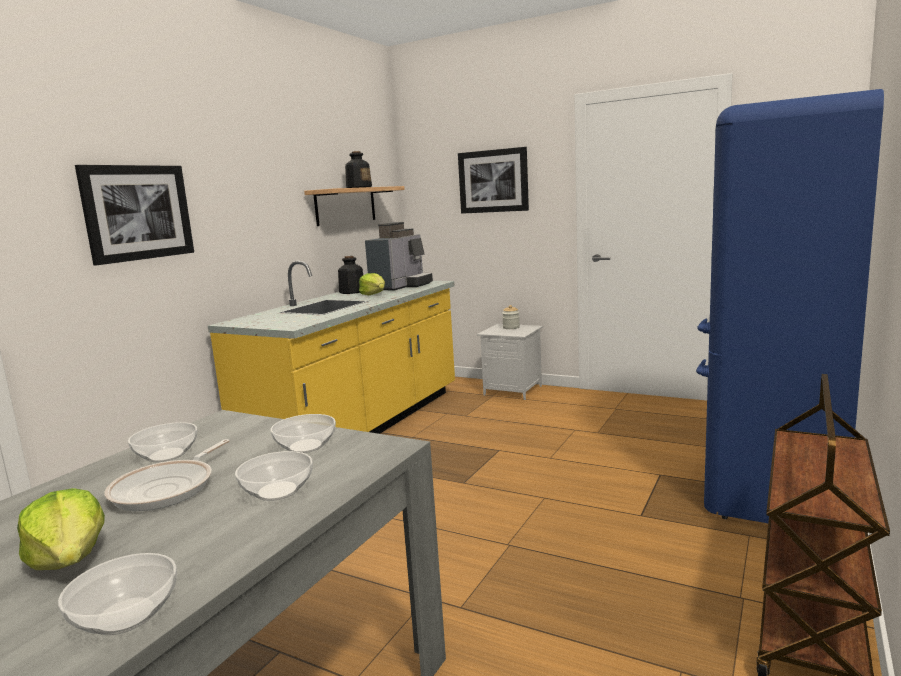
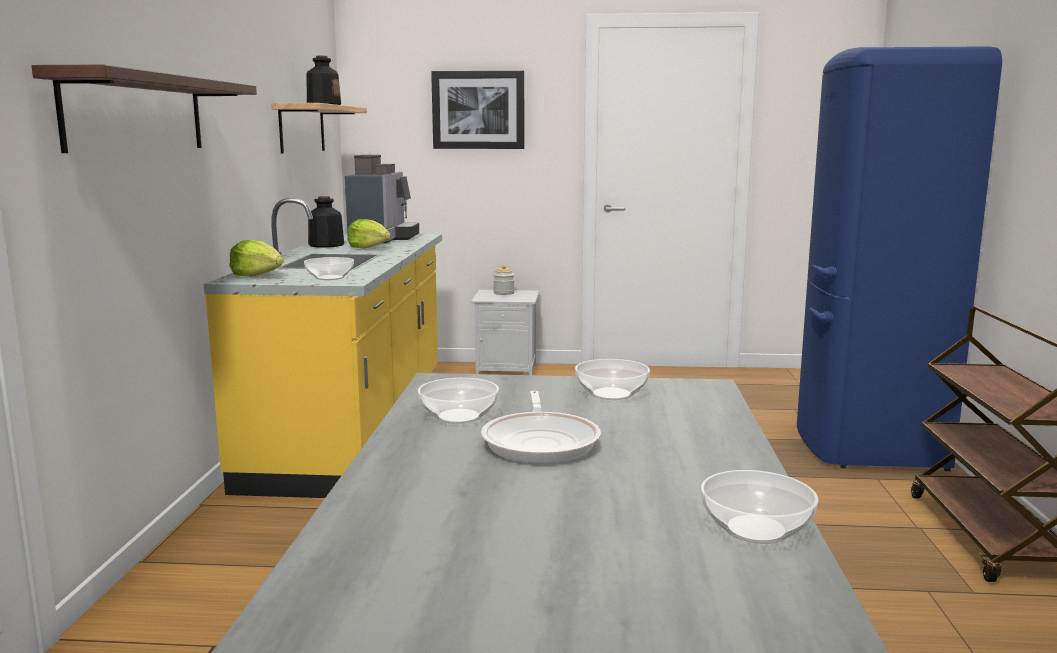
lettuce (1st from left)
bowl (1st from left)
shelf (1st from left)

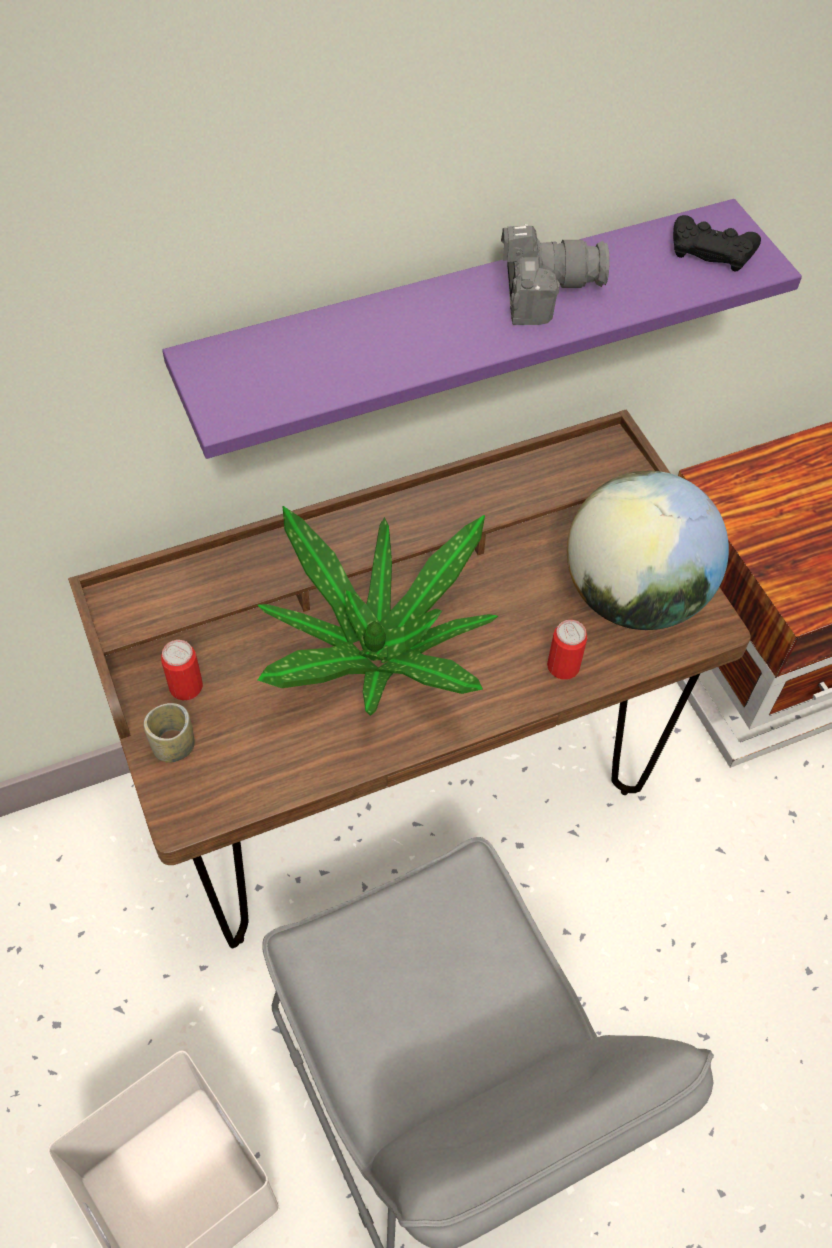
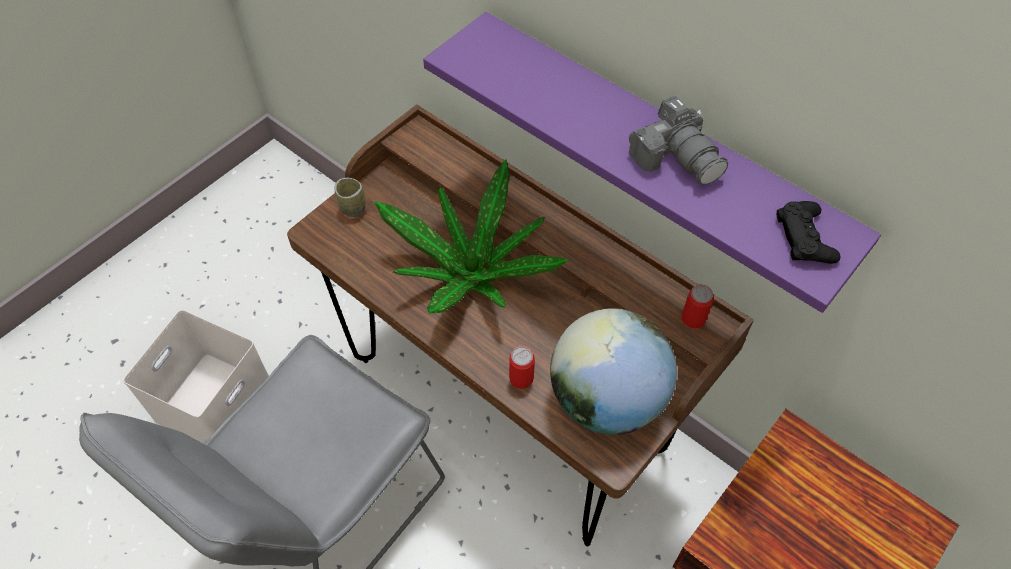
can (2nd from left)

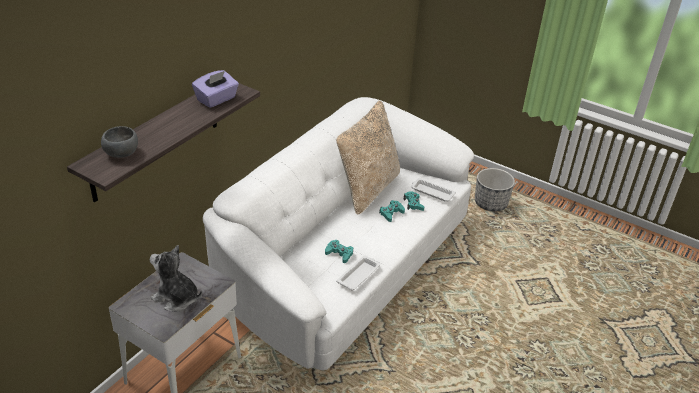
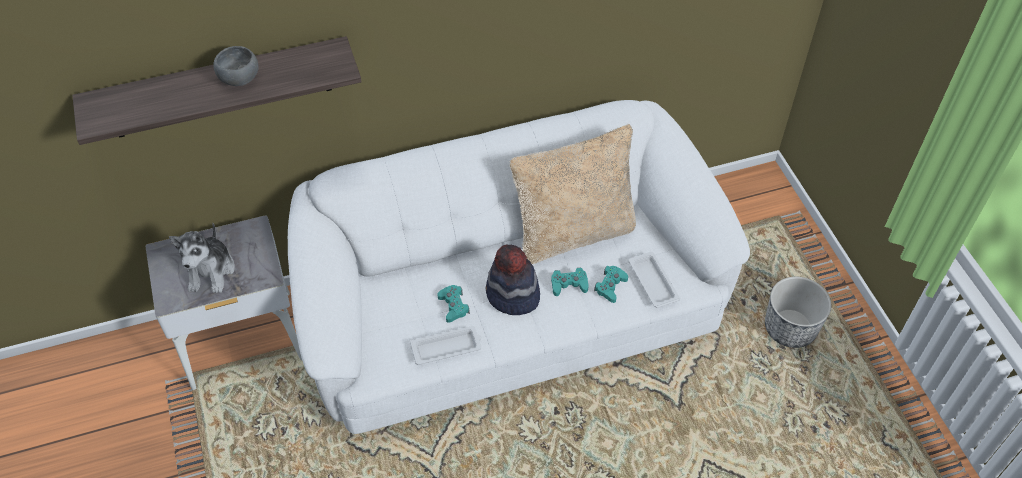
purple tissue box
hat
grey bowl
plush toy

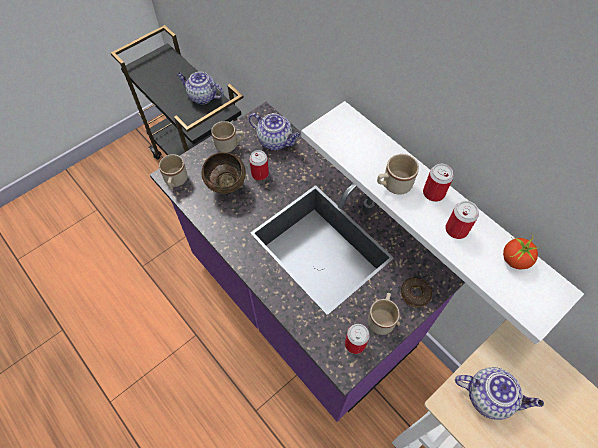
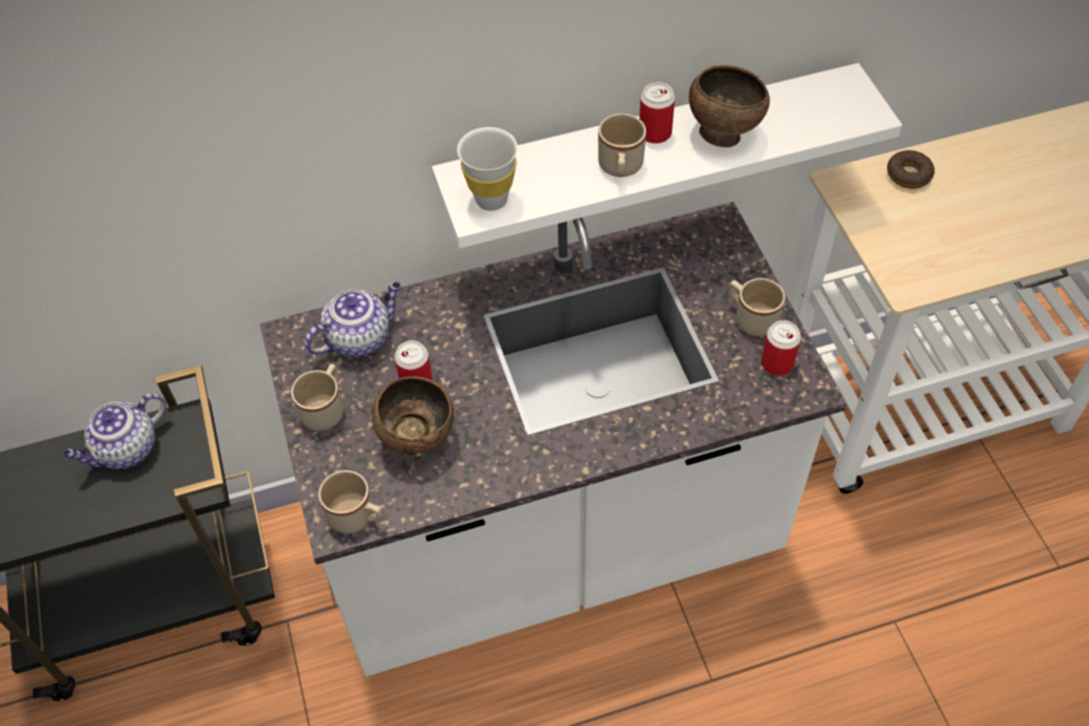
teapot (3rd from left in the first image)
tomato
white cup
donut
brown bowl (2nd from left)
white counter

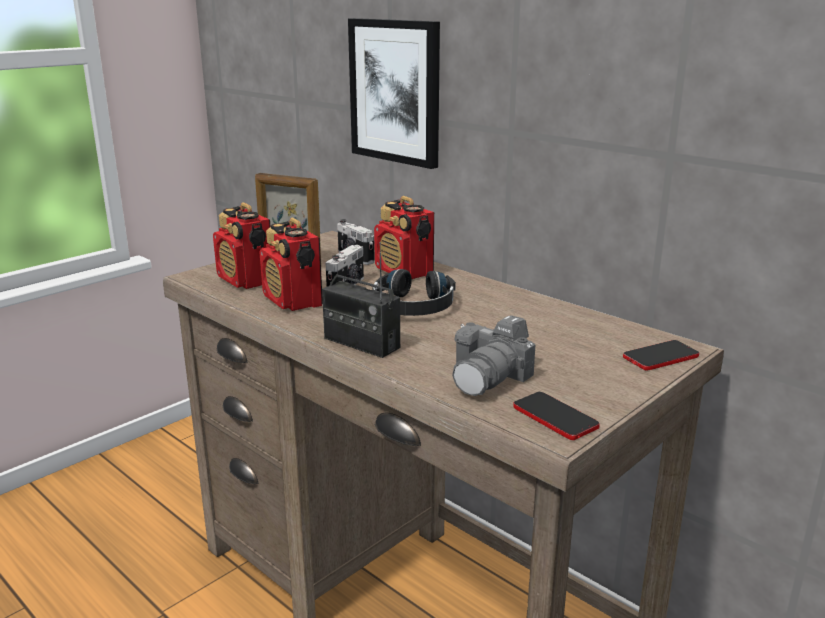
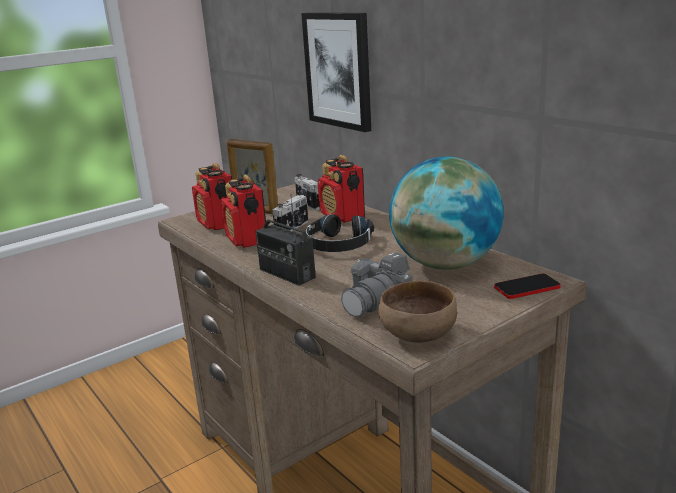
globe
brown bowl

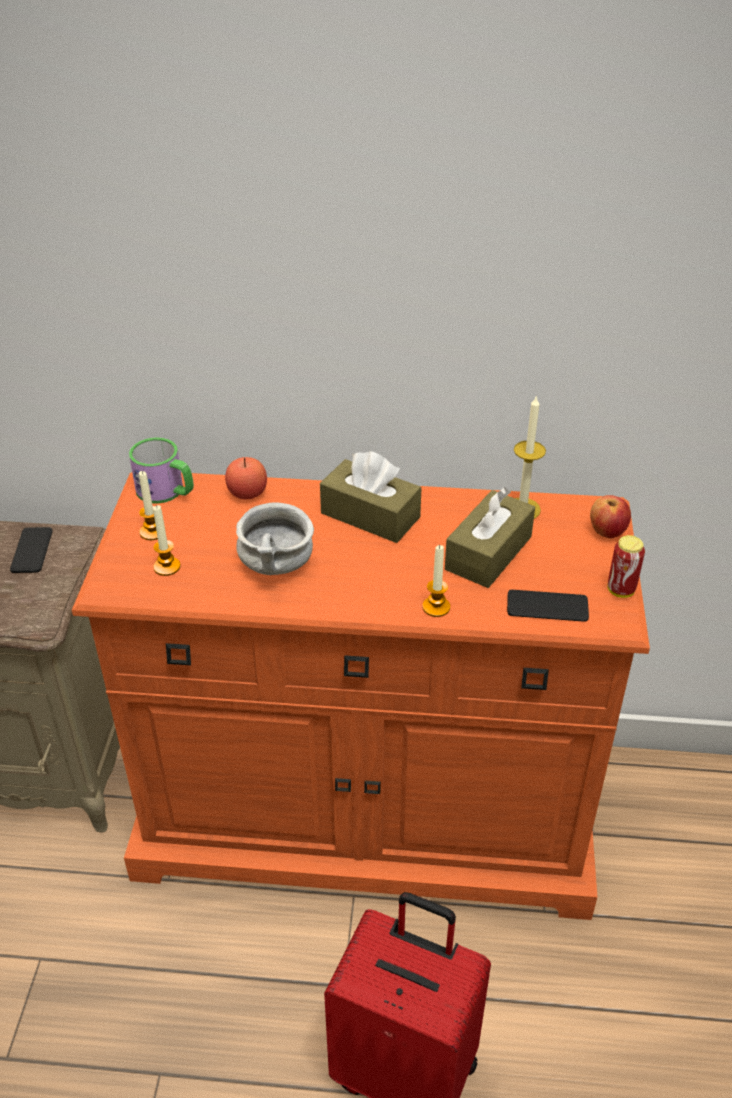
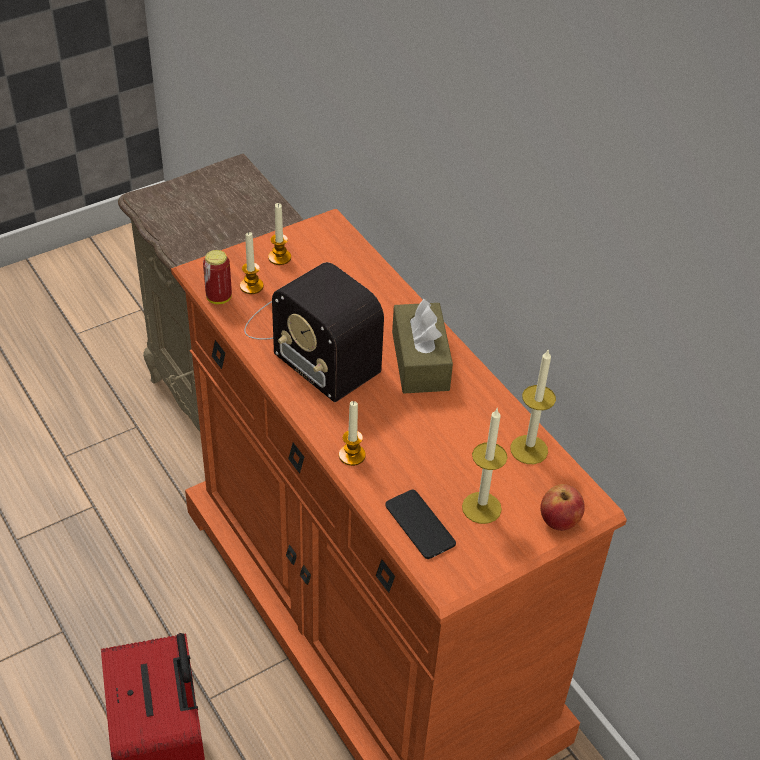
phone (1st from left in the first image)
mug
apple (1st from left in the first image)
brown tissue box (2nd from left in the first image)
candle (4th from left)
can
radio

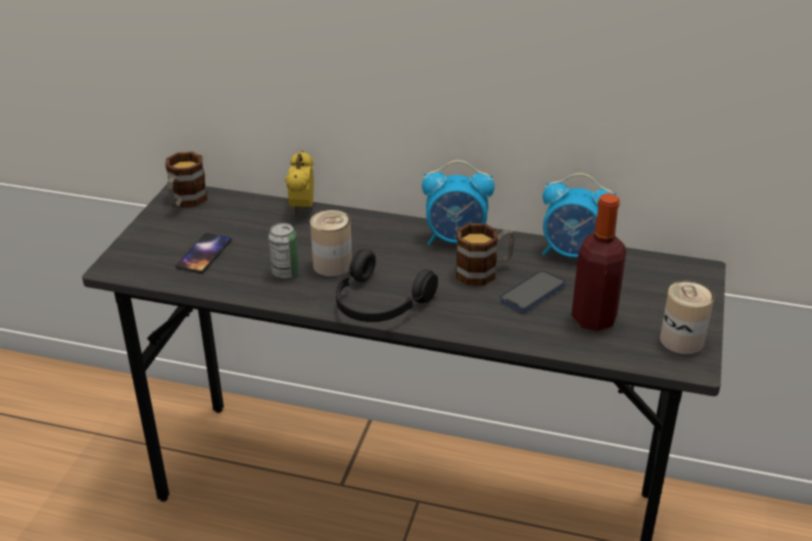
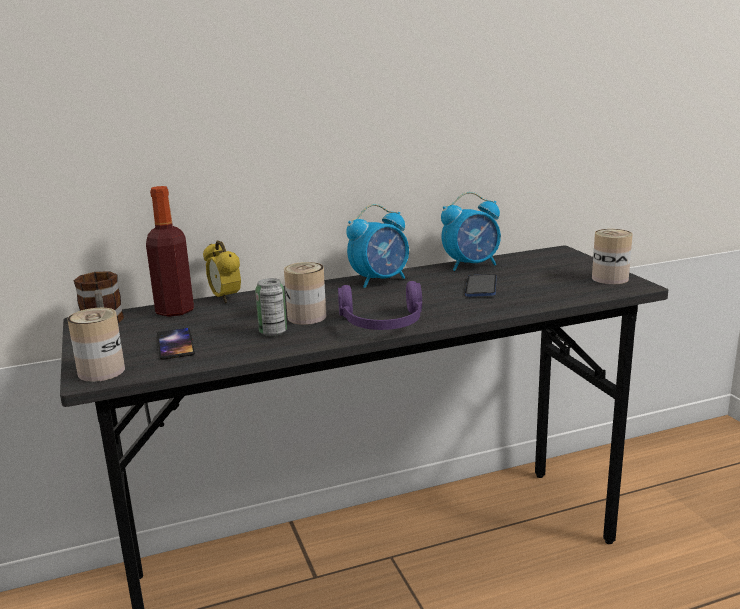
mug (2nd from left in the first image)
can (1st from left)
bottle
purple headphones

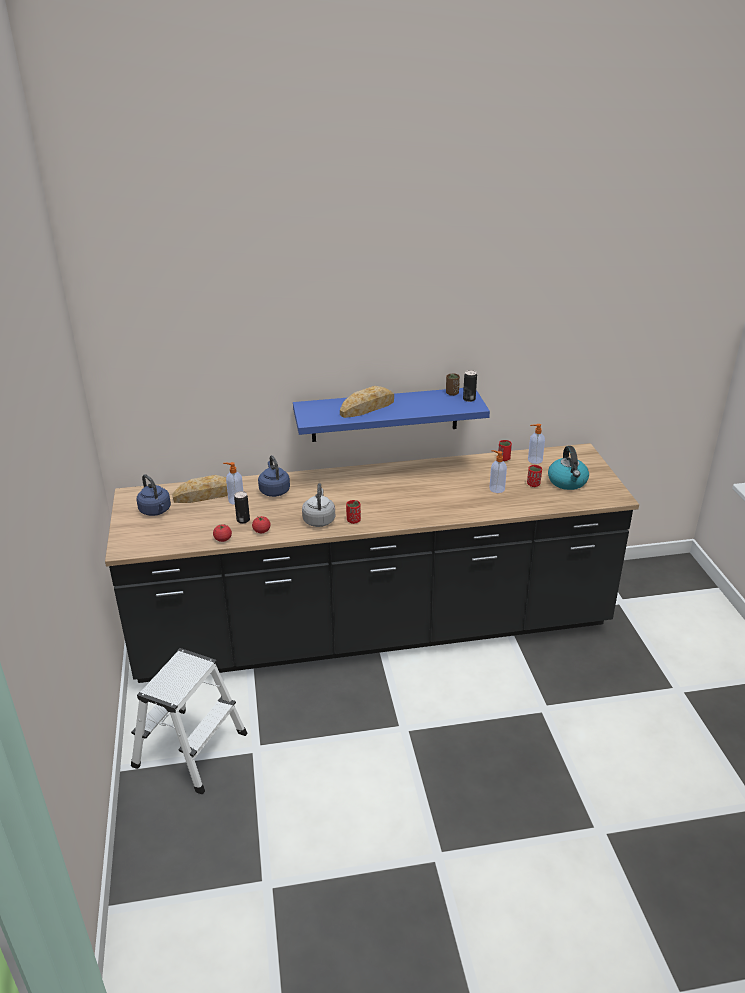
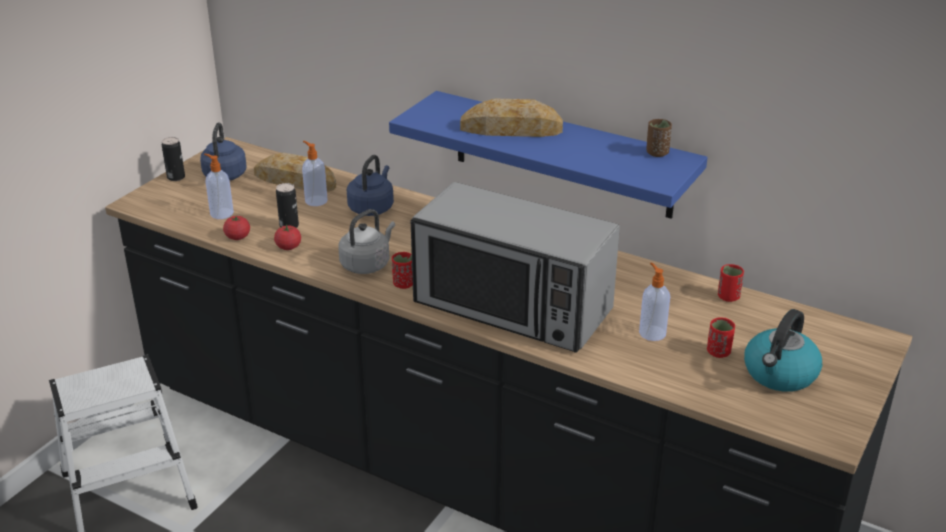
microwave
can (1st from left)
soap dispenser (1st from left)

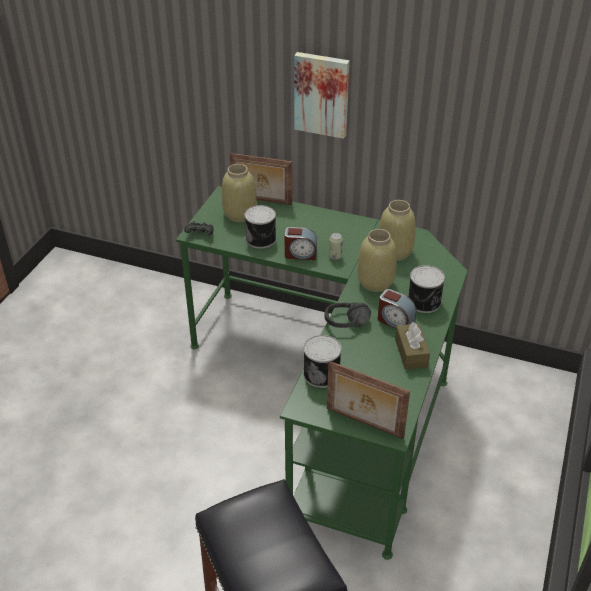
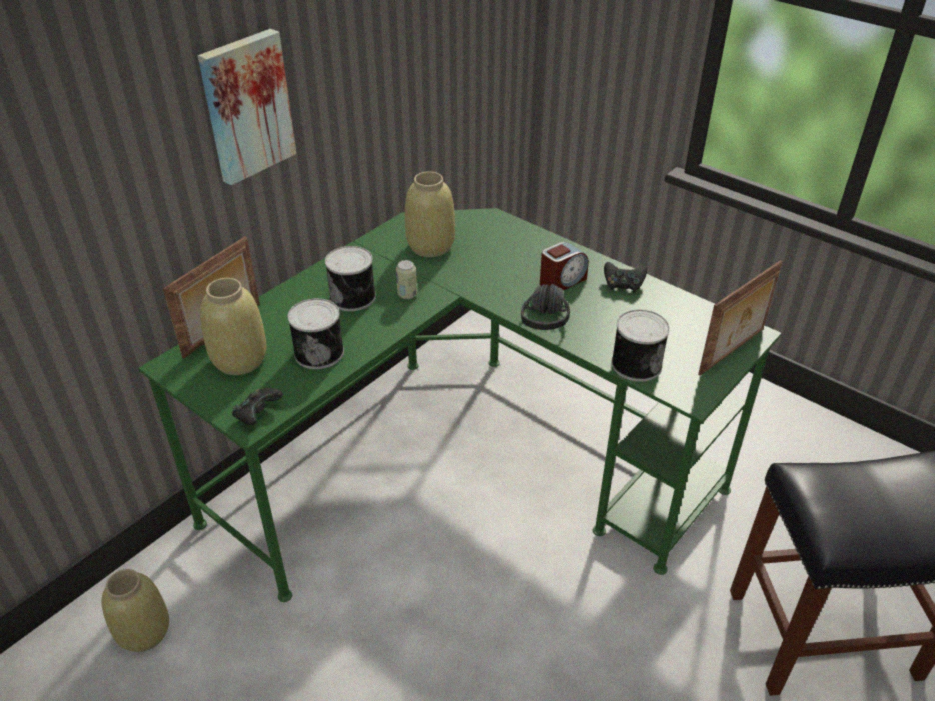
alarm clock (1st from left in the first image)
beige vase (1st from left)
can (2nd from left)
black game controller (2nd from left)

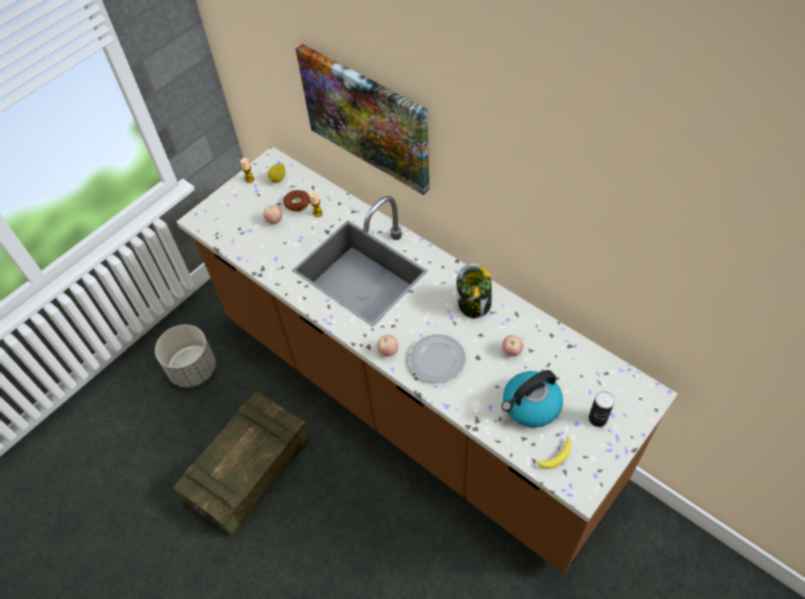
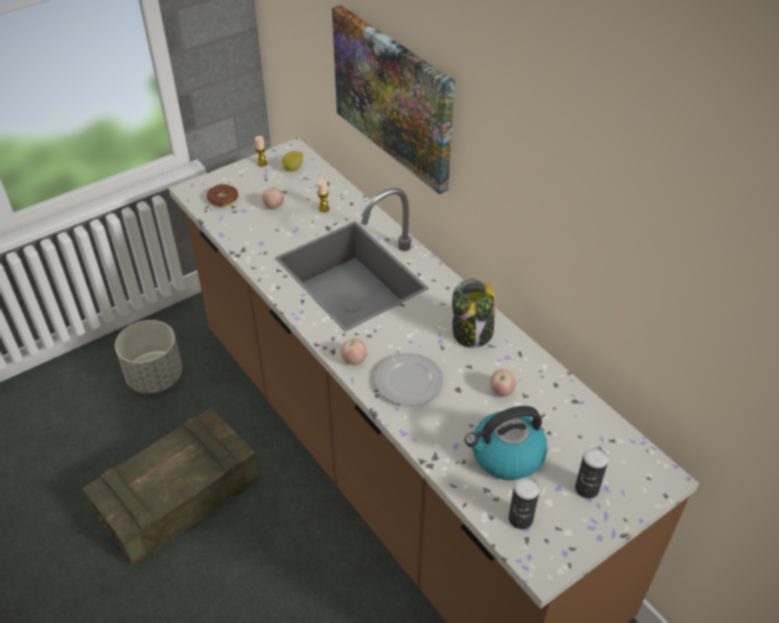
donut
can (1st from left)

